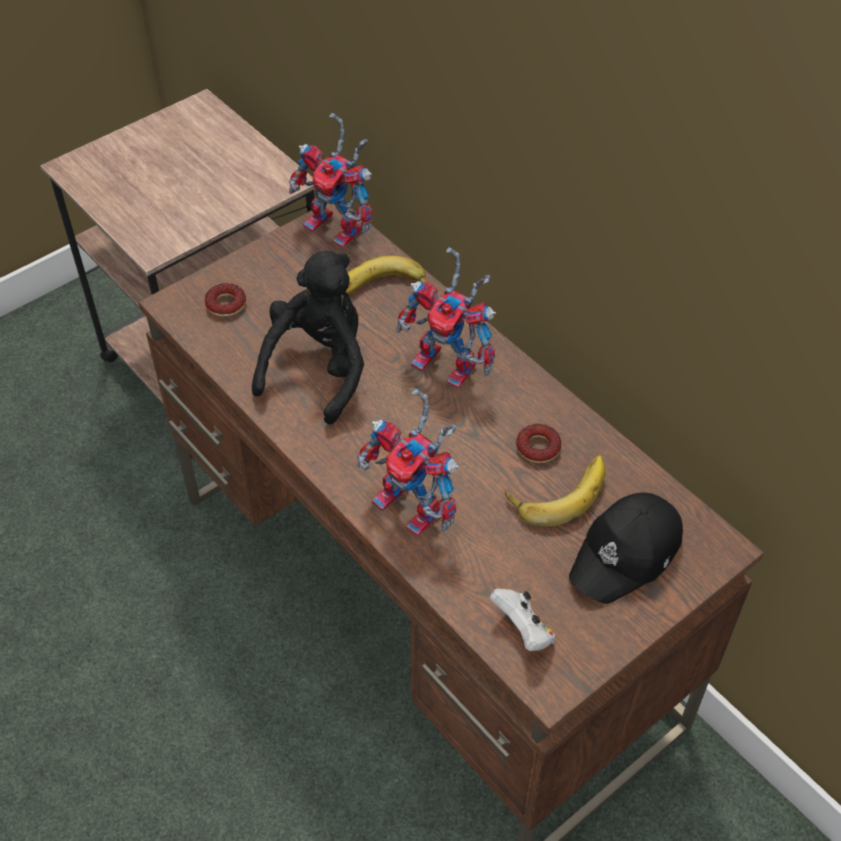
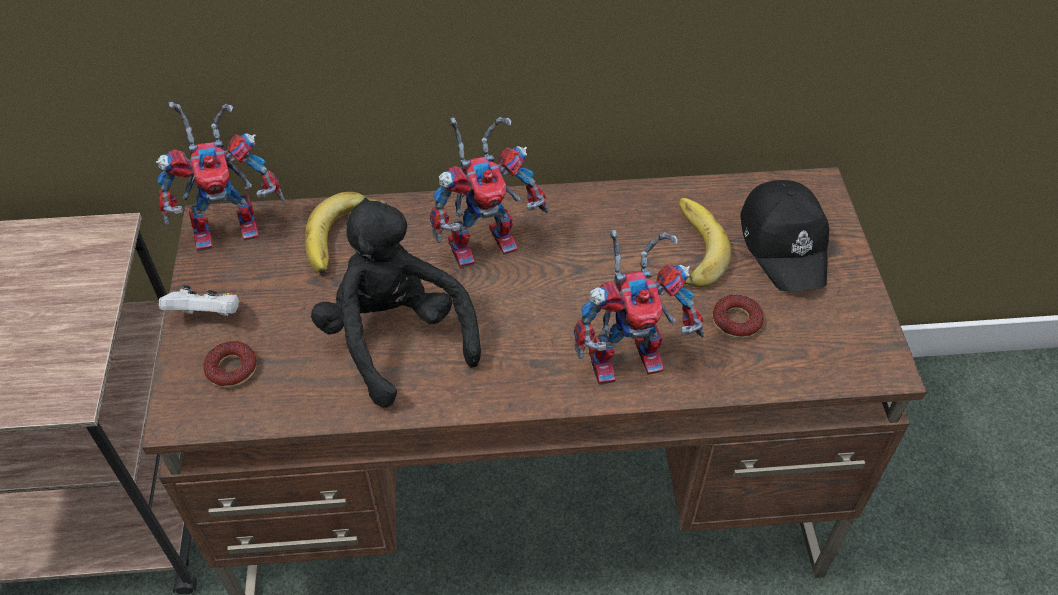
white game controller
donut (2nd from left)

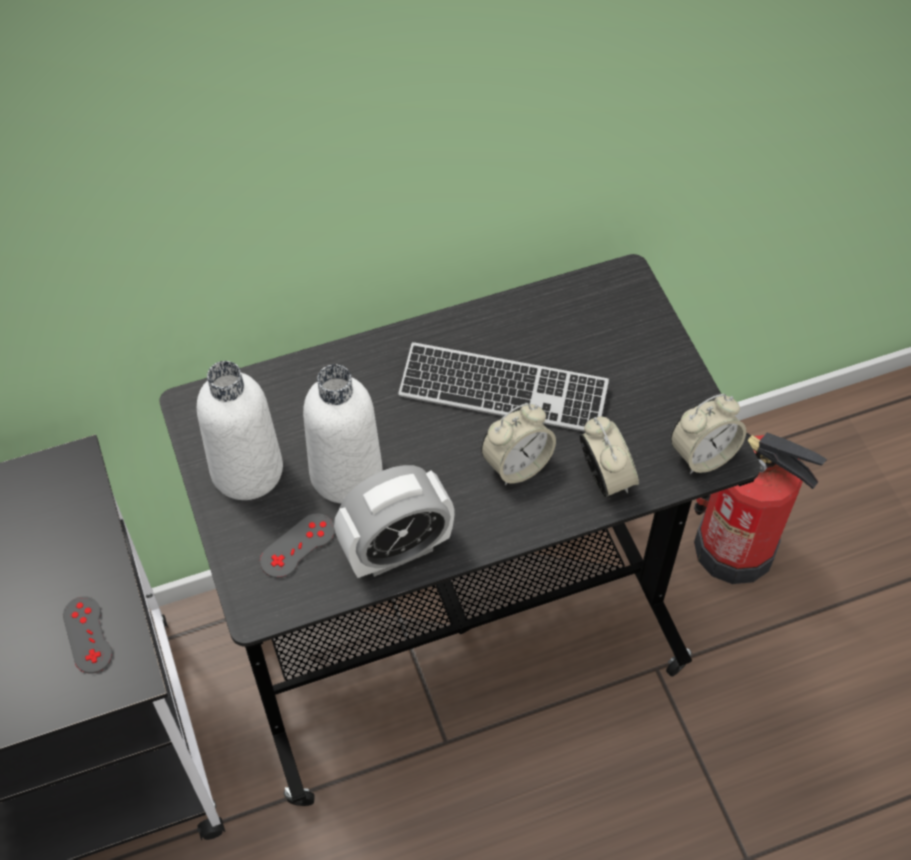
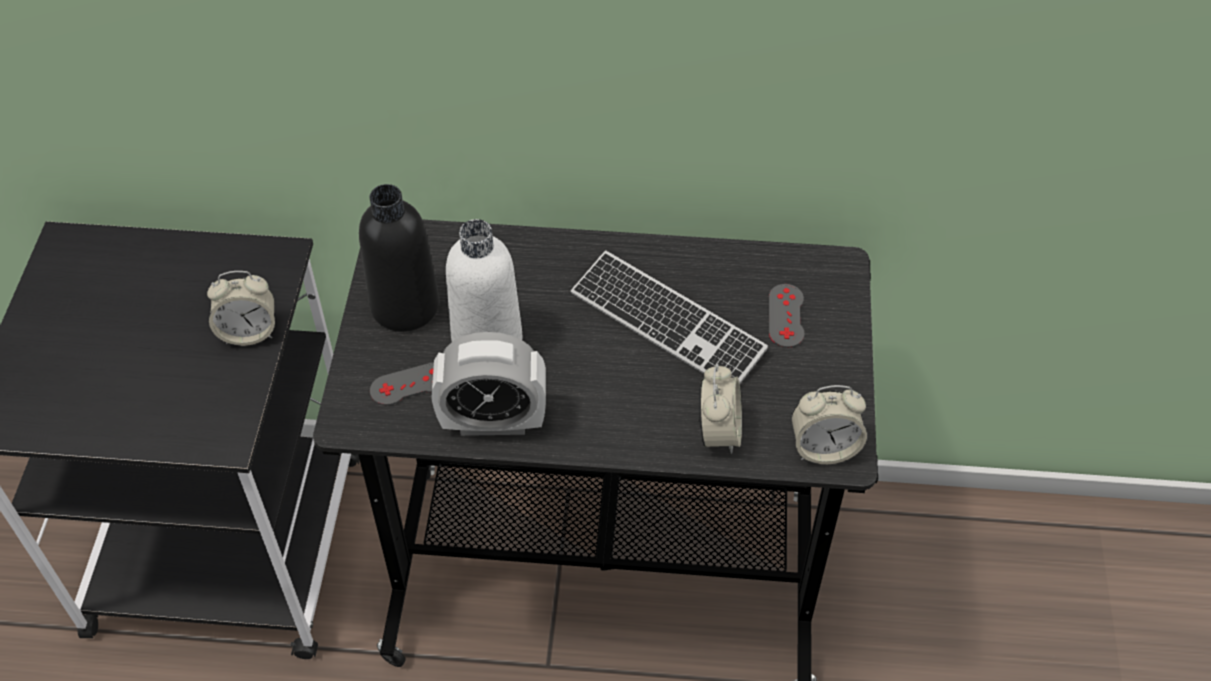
fire extinguisher
grey game controller (2nd from left)
alarm clock (1st from left)
black bottle

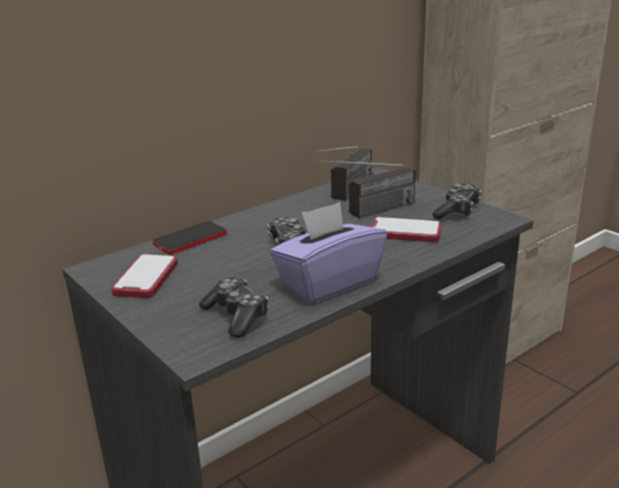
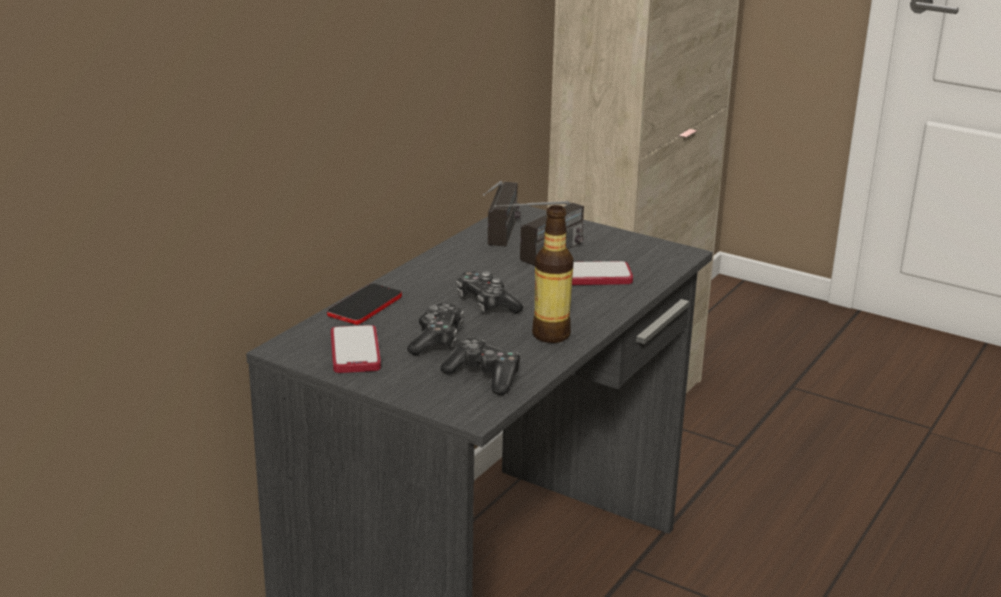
game controller (1st from left)
bottle

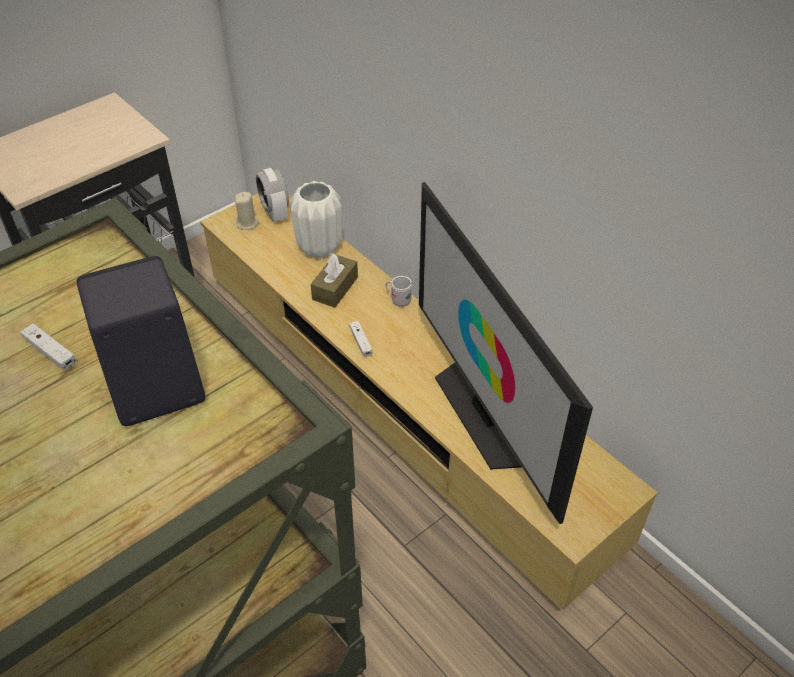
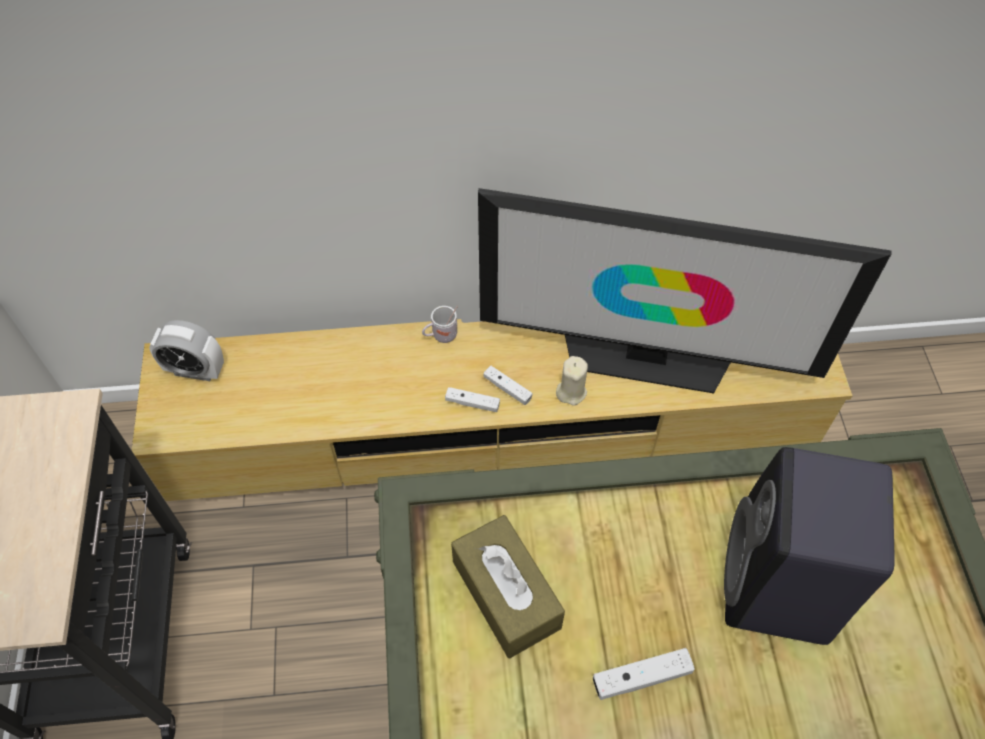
white vase
white game controller (2nd from left)
beige candle
brown tissue box

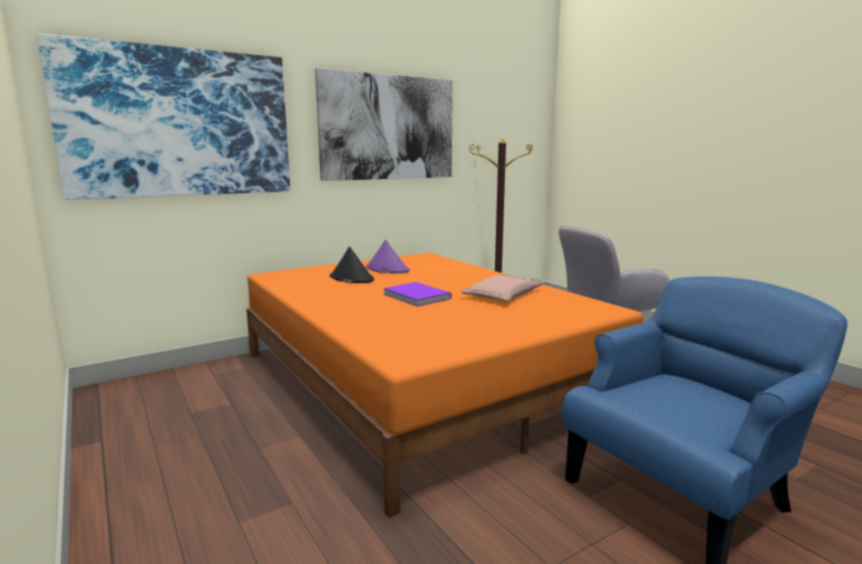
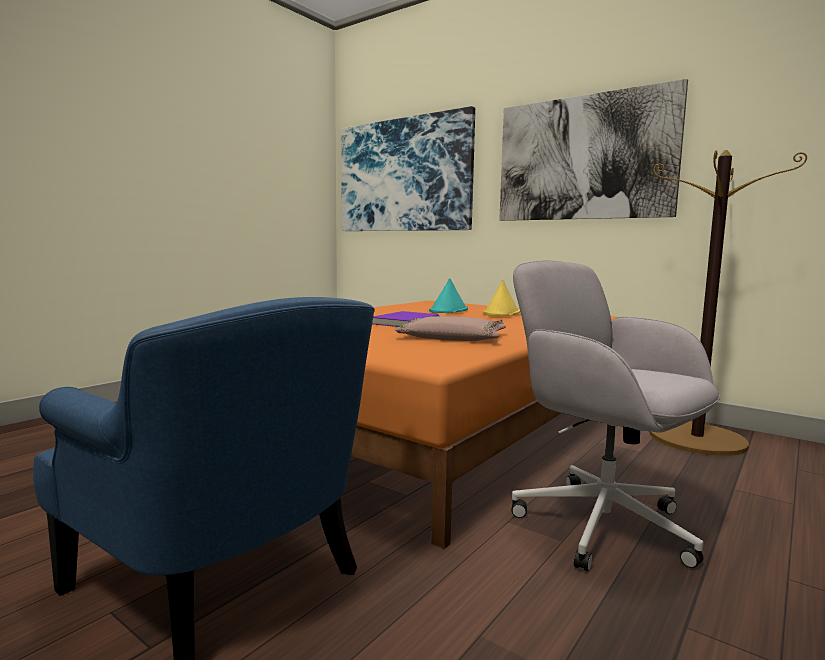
turquoise hat
yellow hat

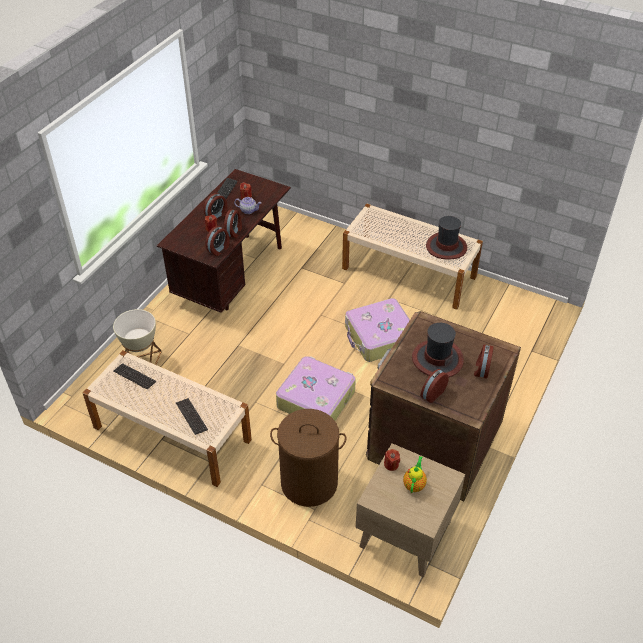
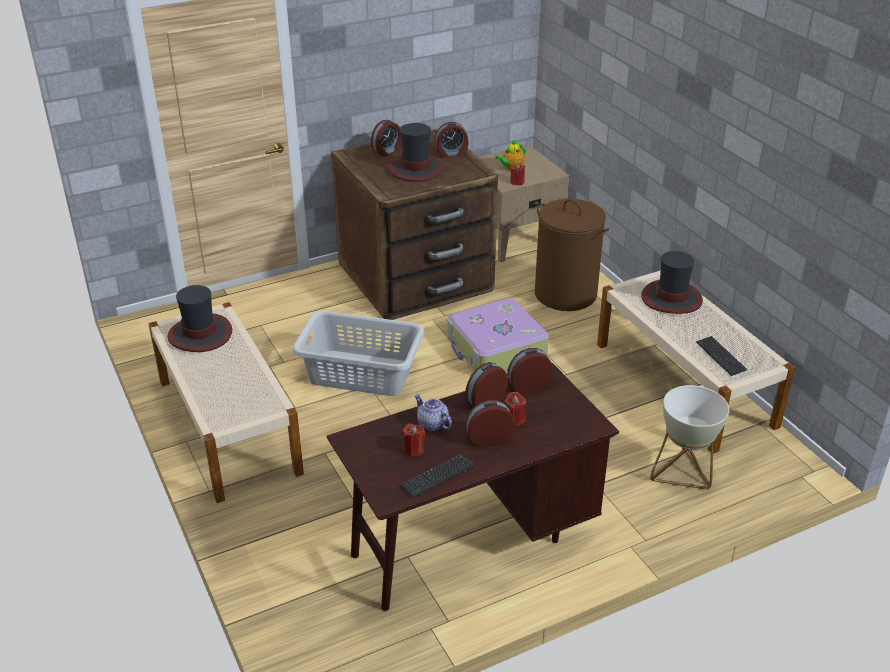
hat (3rd from left)
grey laundry basket

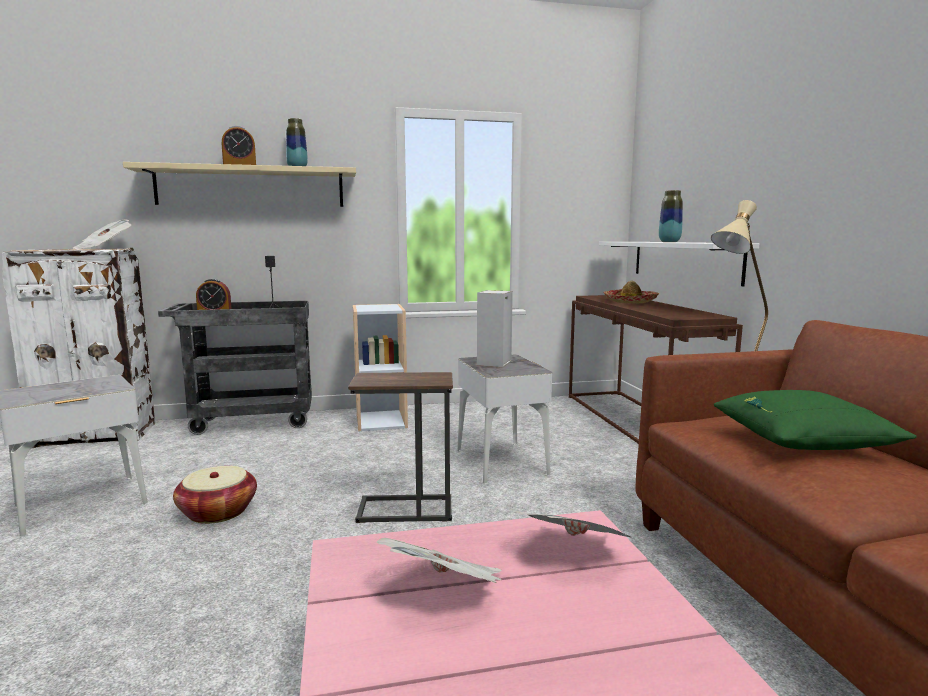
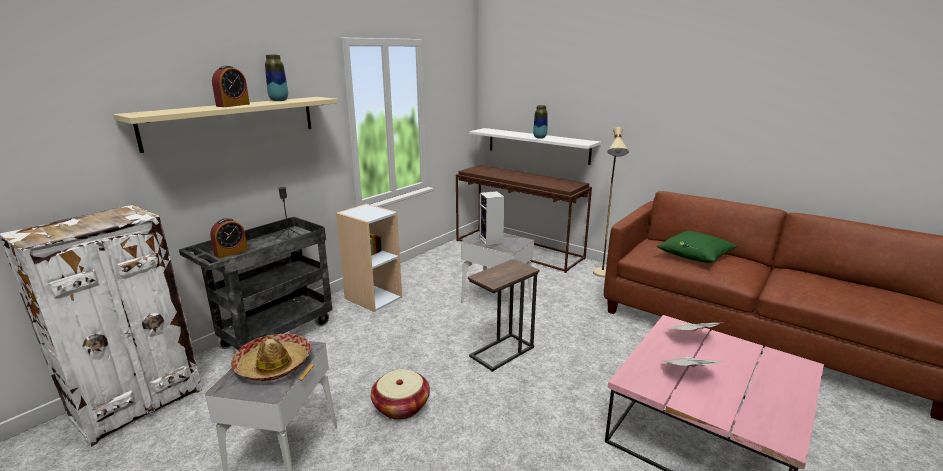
newspaper (1st from left in the first image)
hat

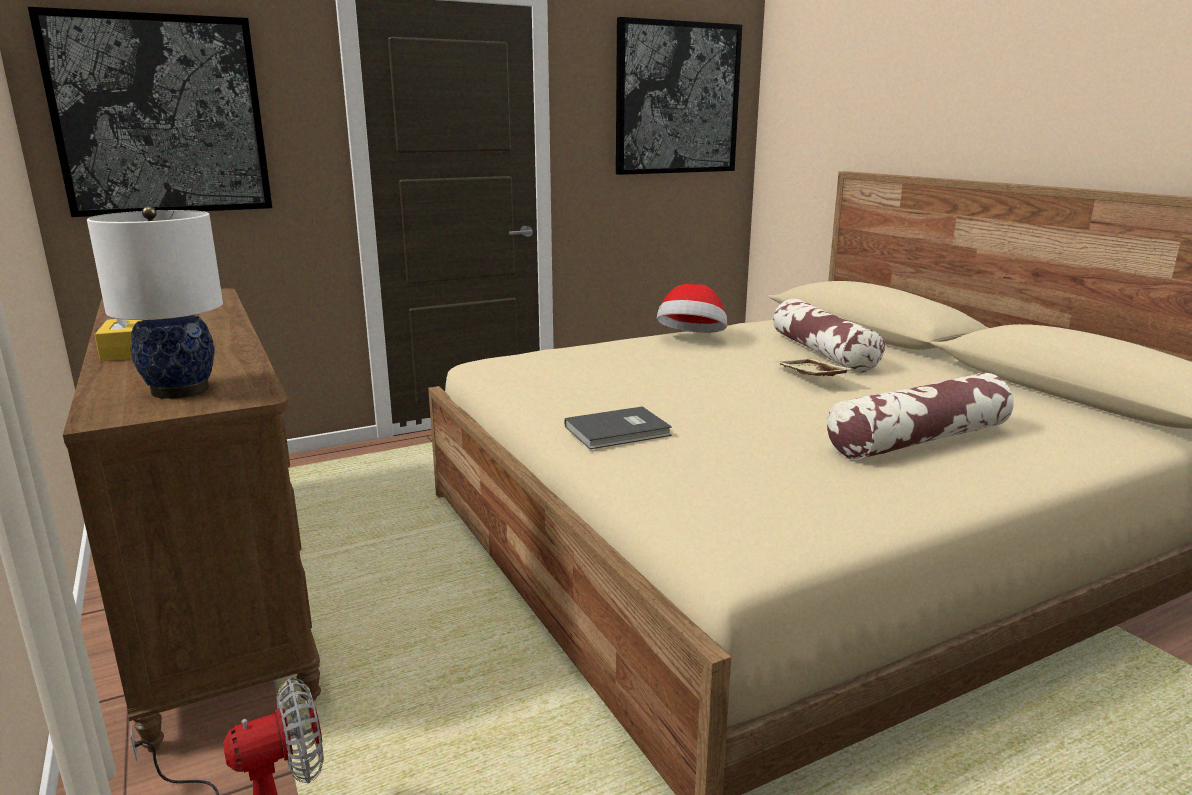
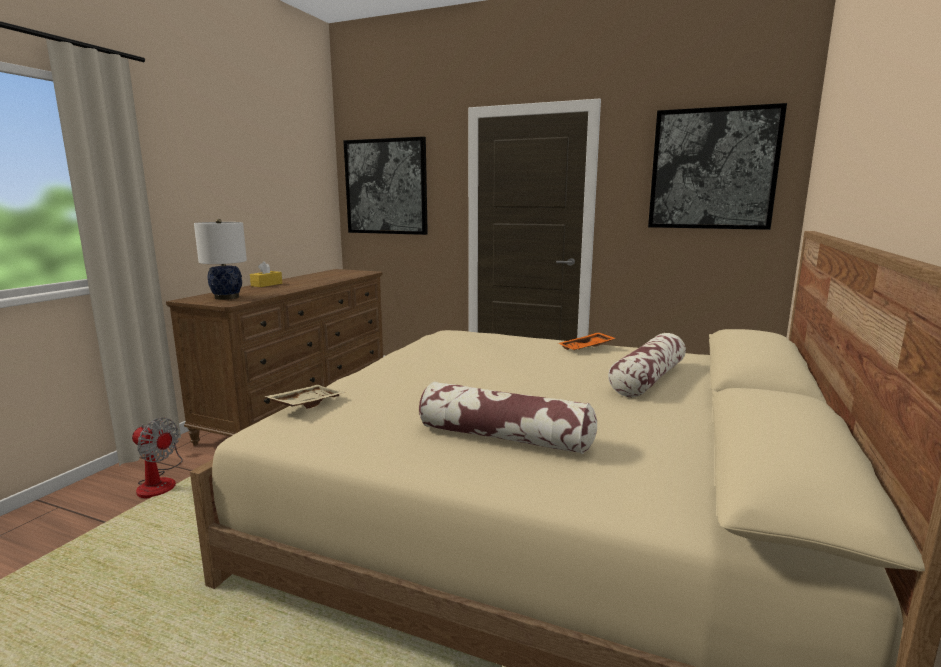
grey book
beige tray
orange tray

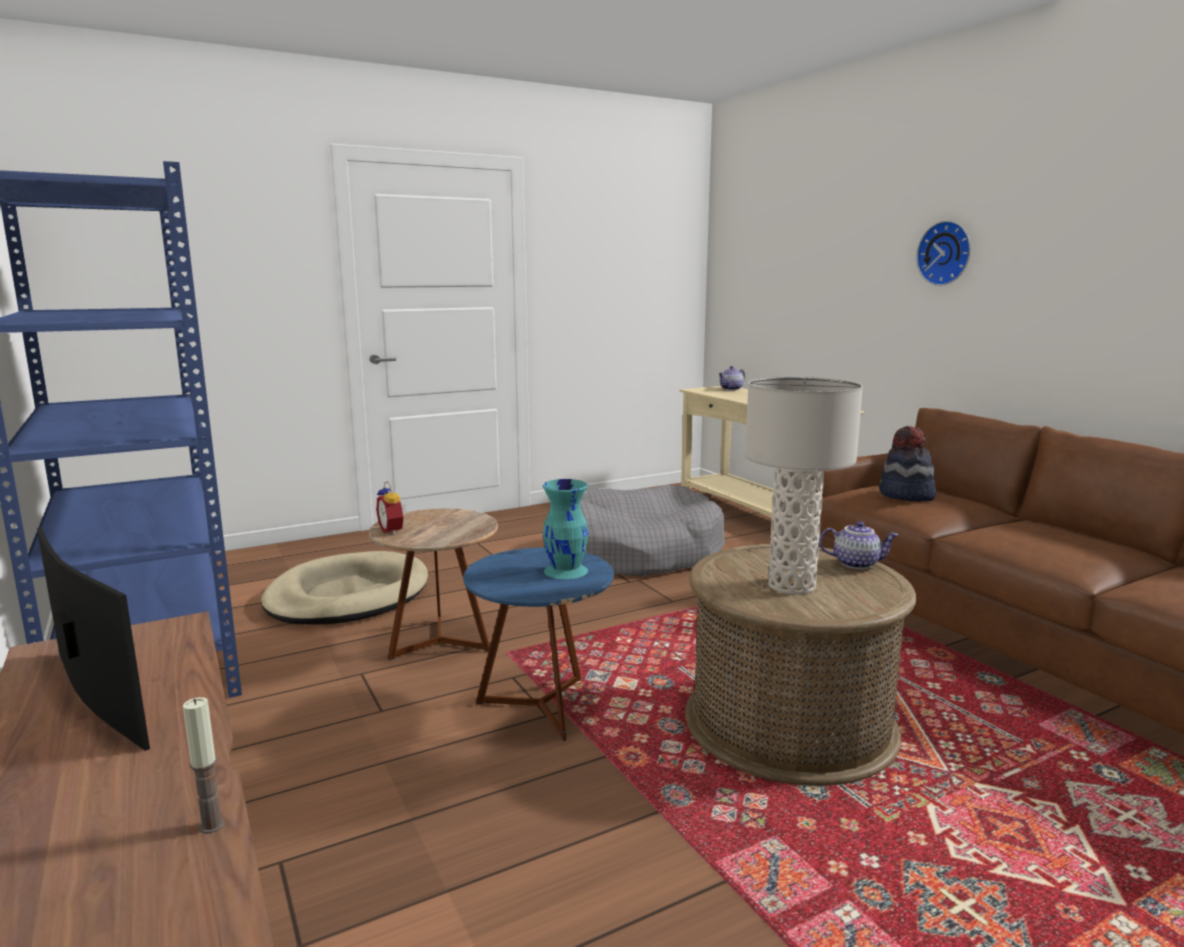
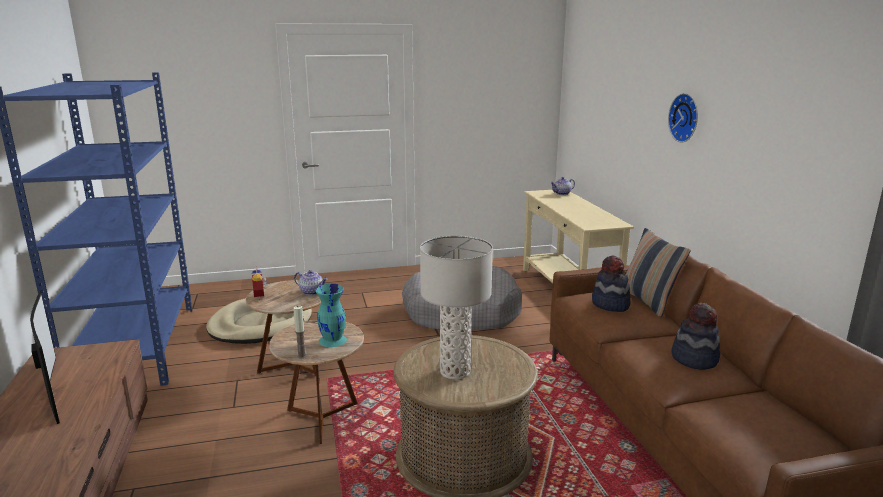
pillow
hat (2nd from left)
candle
teapot (1st from left)
brown side table (2nd from left)

